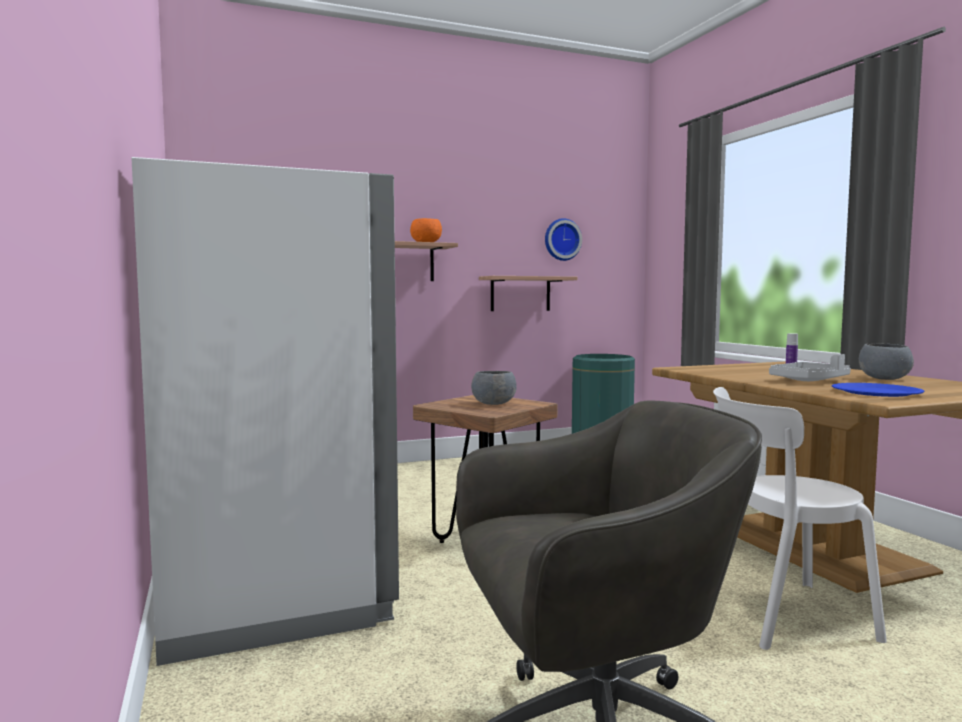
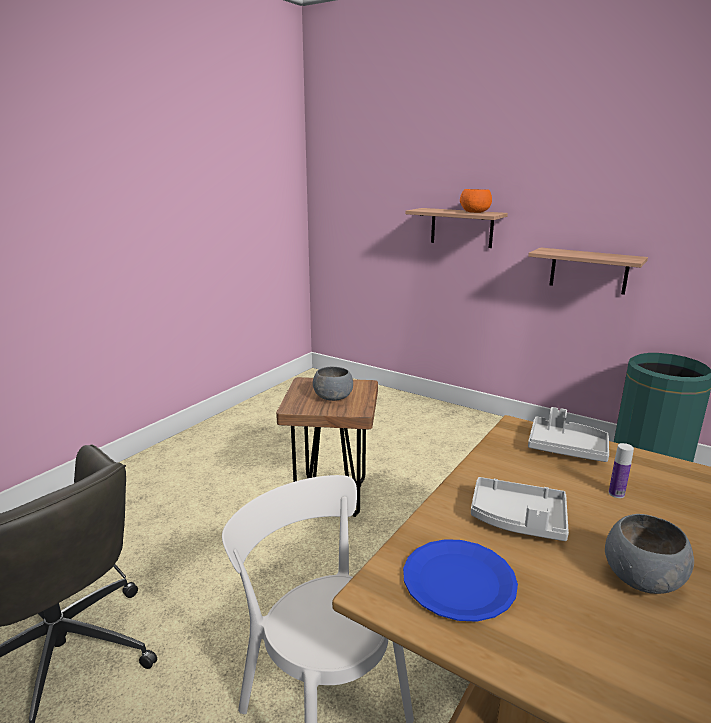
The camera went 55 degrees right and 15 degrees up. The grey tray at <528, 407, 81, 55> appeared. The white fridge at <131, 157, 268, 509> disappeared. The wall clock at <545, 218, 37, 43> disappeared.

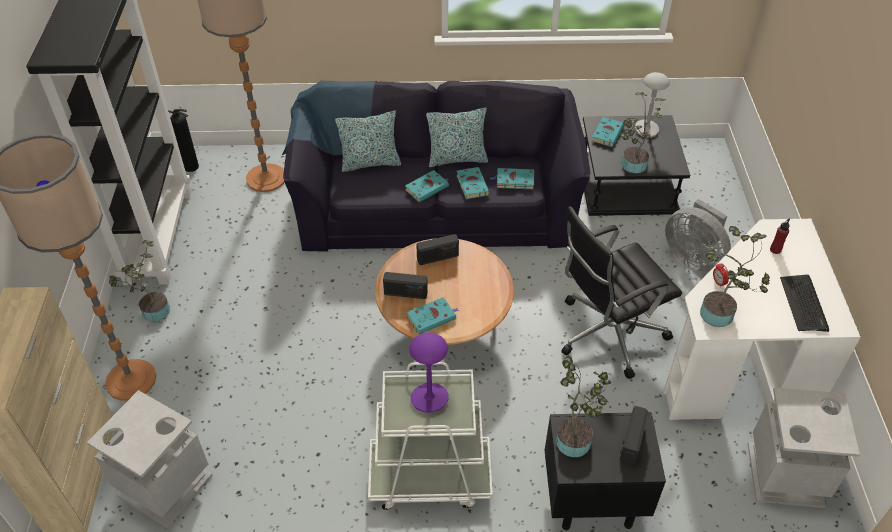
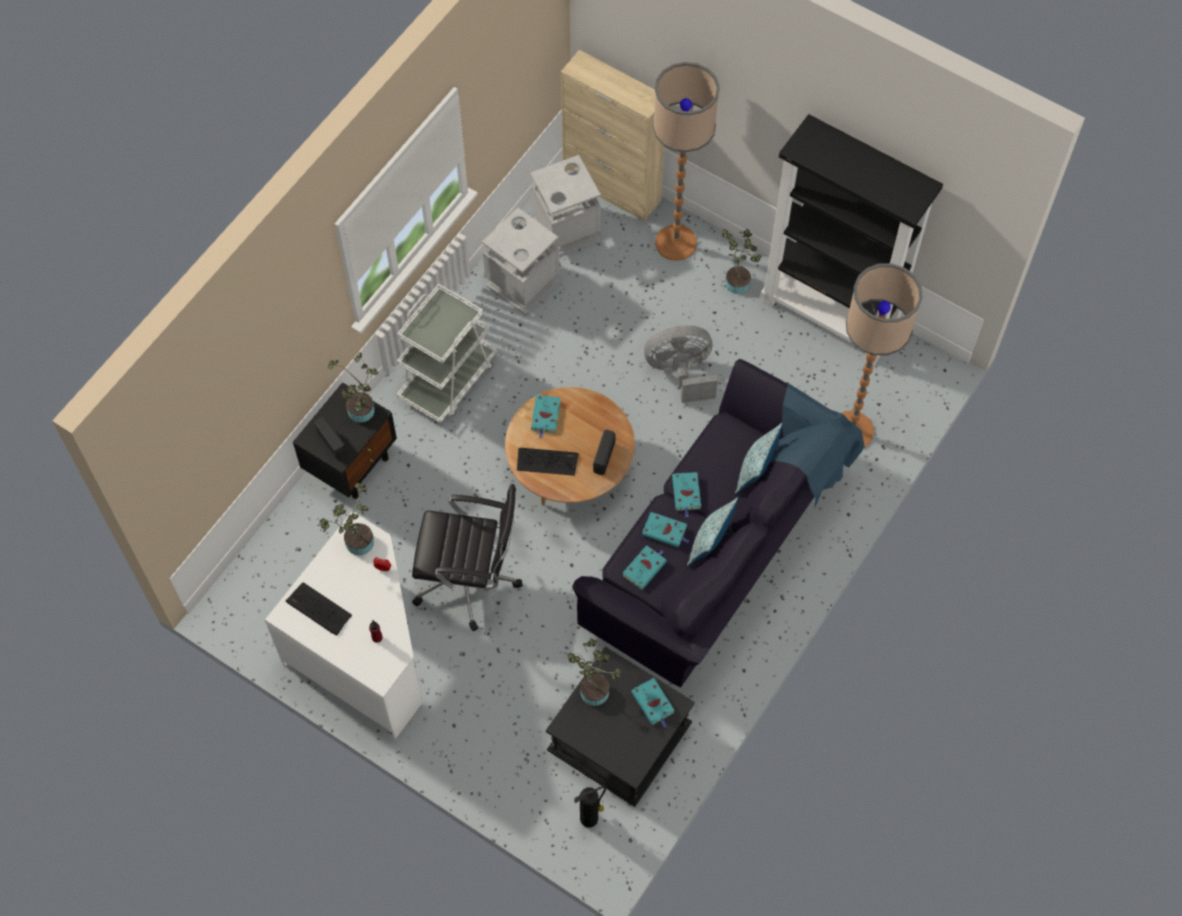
The camera went 125 degrees right and 15 degrees up. The black office chair at <561, 206, 121, 173> turned 90 degrees clockwise. The grey trash can moved from <748, 388, 112, 120> to <482, 208, 78, 107>. The keyboard at <517, 448, 62, 28> appeared. The fire extinguisher moved from <168, 107, 31, 65> to <574, 786, 32, 42>. The grey fan moved from <665, 199, 66, 73> to <644, 325, 74, 78>. The radio at <383, 272, 45, 27> disappeared. The purple table lamp at <409, 332, 40, 81> disappeared. The grey table lamp at <635, 72, 35, 66> disappeared.

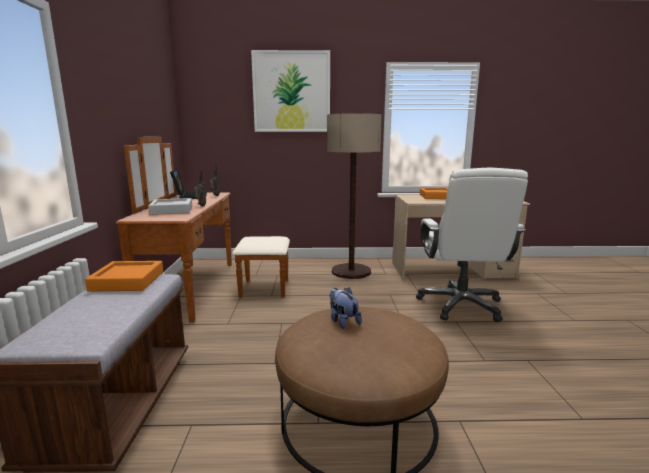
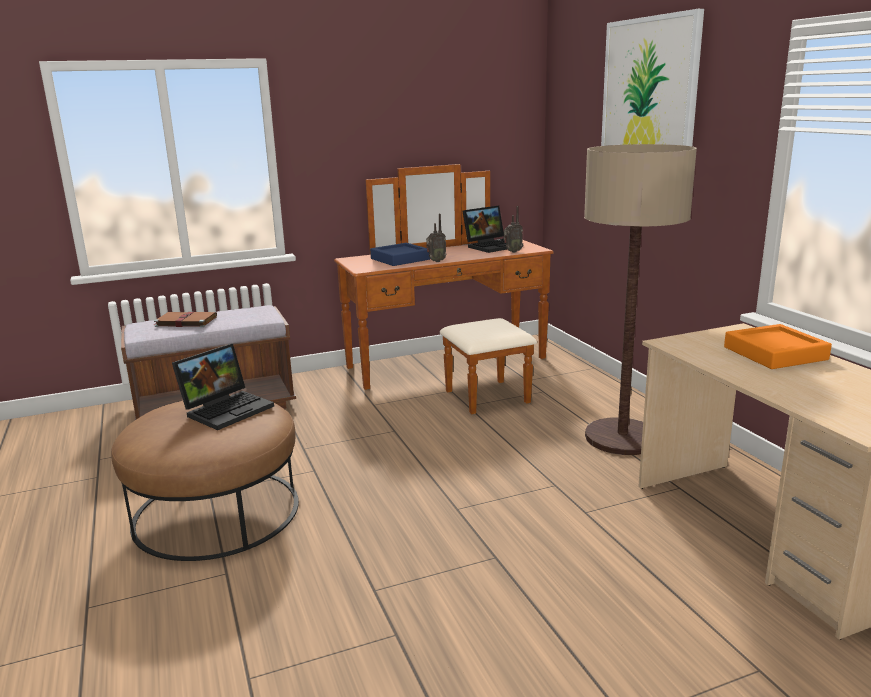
The camera went 70 degrees right and 5 degrees up. The brown book at <154, 312, 63, 15> appeared. The plush toy at <330, 287, 32, 42> was replaced by the laptop at <172, 343, 102, 87>. The grey tray at <148, 198, 44, 17> became the blue tray at <370, 243, 60, 23>. The orange tray at <85, 261, 78, 31> disappeared. The white office chair at <416, 168, 112, 154> disappeared.

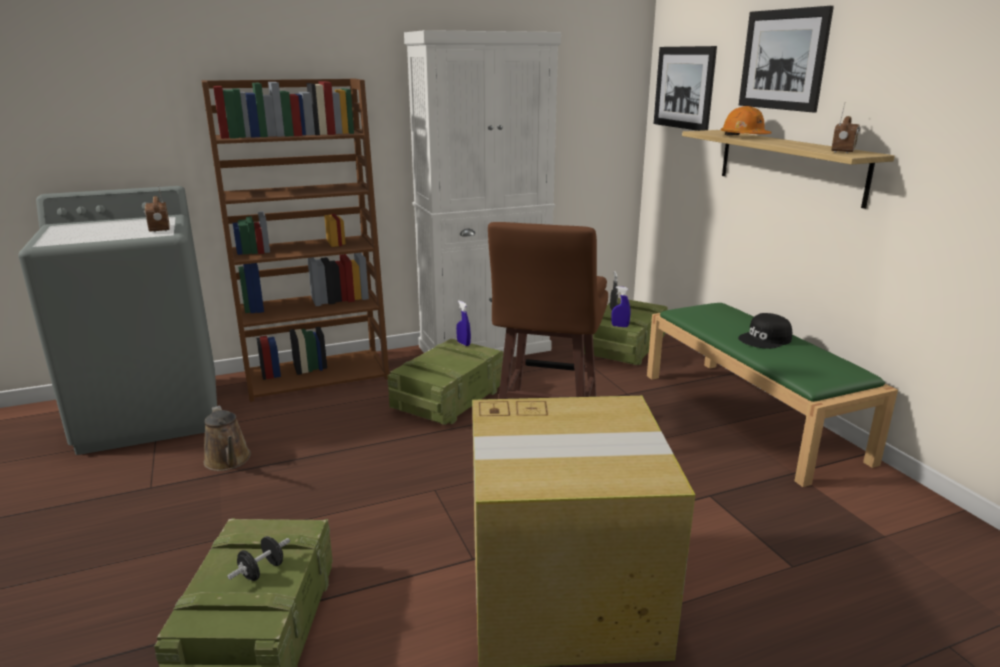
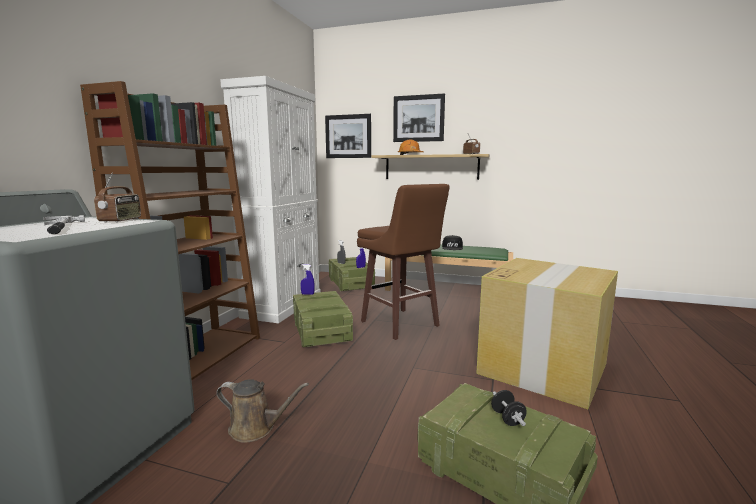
The camera went 50 degrees left and 10 degrees down. The hammer at <43, 215, 42, 19> appeared. The radio at <144, 185, 26, 47> turned 105 degrees counterclockwise.

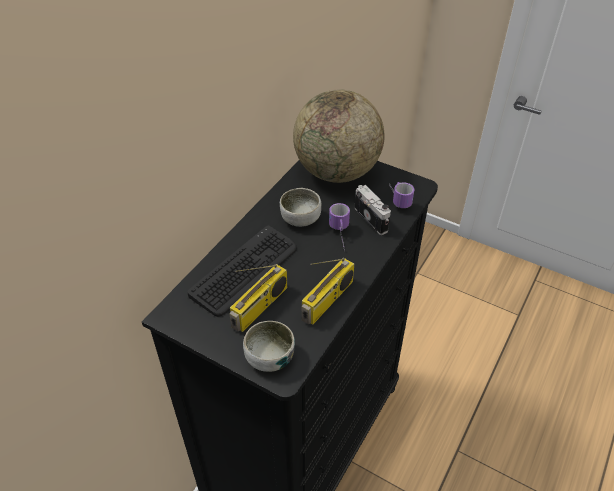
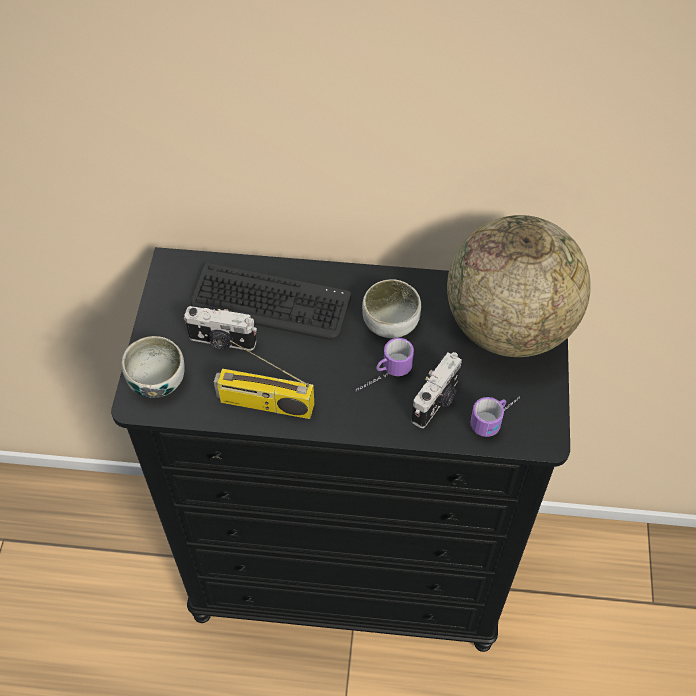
The camera went 65 degrees right and 10 degrees up. The radio at <229, 264, 58, 68> was replaced by the photo camera at <184, 306, 73, 45>.

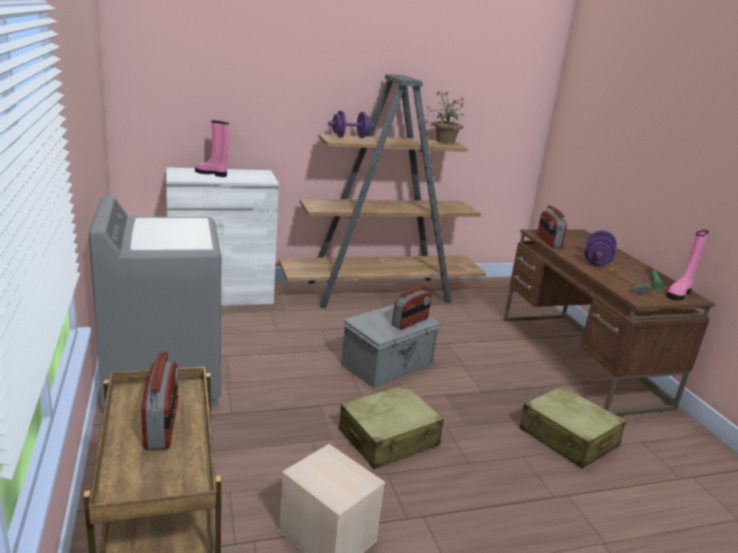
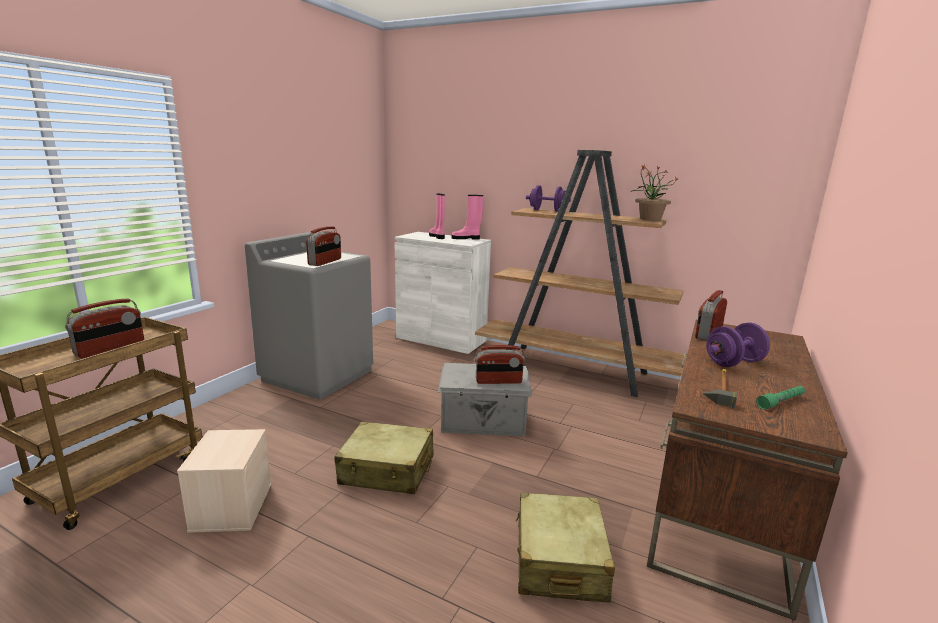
The camera went 45 degrees right and 5 degrees down. The radio at <306, 226, 35, 40> appeared. The pink boot moved from <667, 230, 42, 71> to <451, 195, 32, 45>.

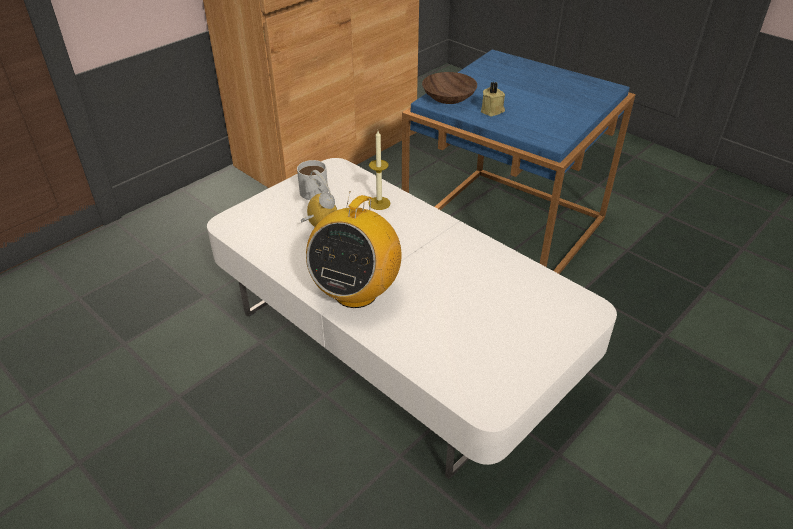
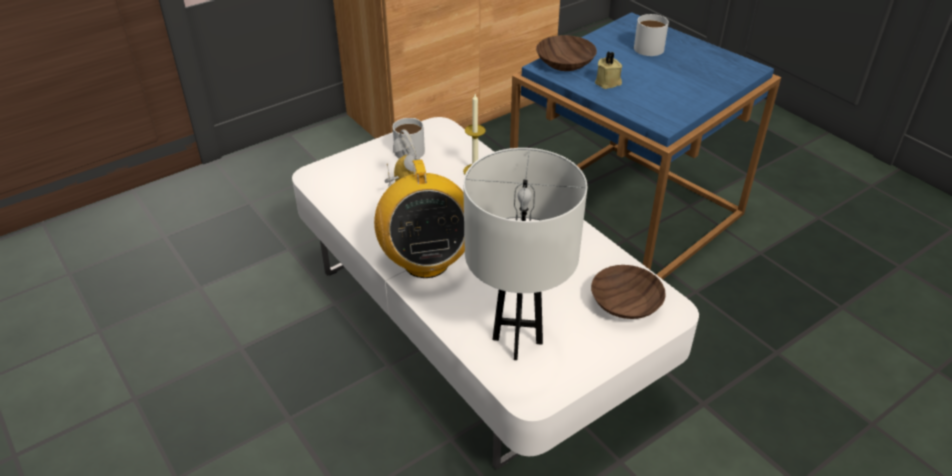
The camera went 10 degrees right and 0 degrees up. The radio at <306, 191, 96, 117> turned 45 degrees counterclockwise. The white table lamp at <463, 148, 124, 212> appeared. The brown bowl at <591, 265, 75, 54> appeared. The white mug at <634, 14, 35, 42> appeared.

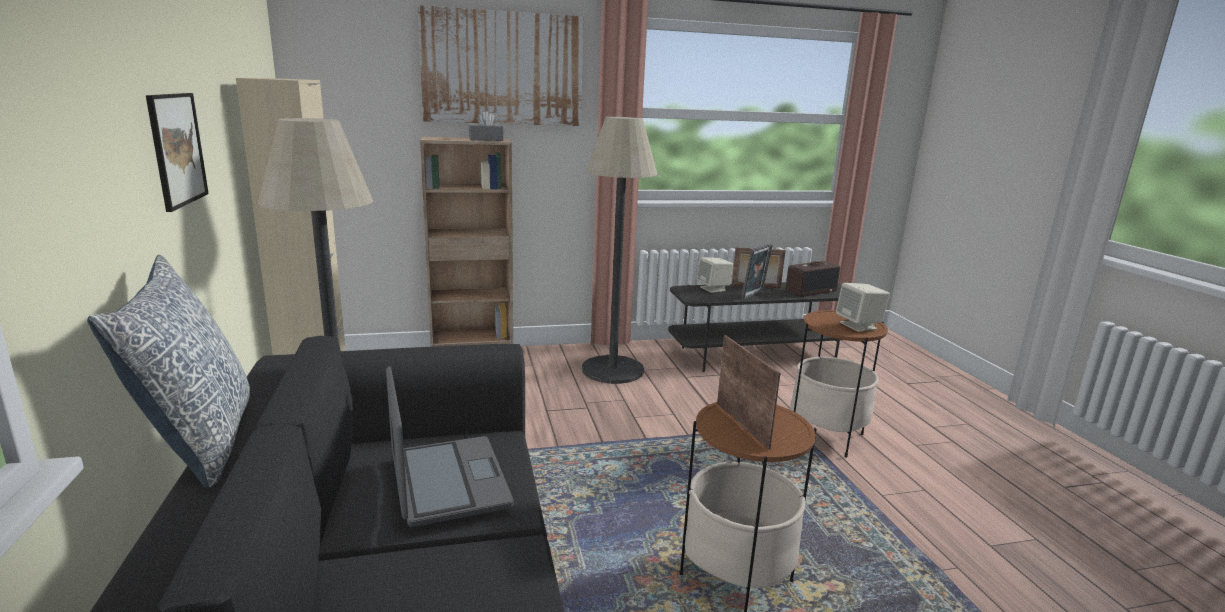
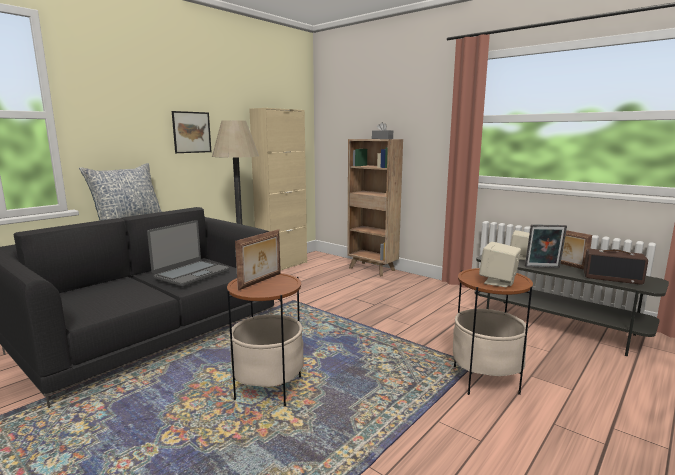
The camera went 55 degrees right and 5 degrees down. The picture at <417, 5, 167, 121> disappeared. The floor lamp at <582, 117, 76, 267> disappeared.

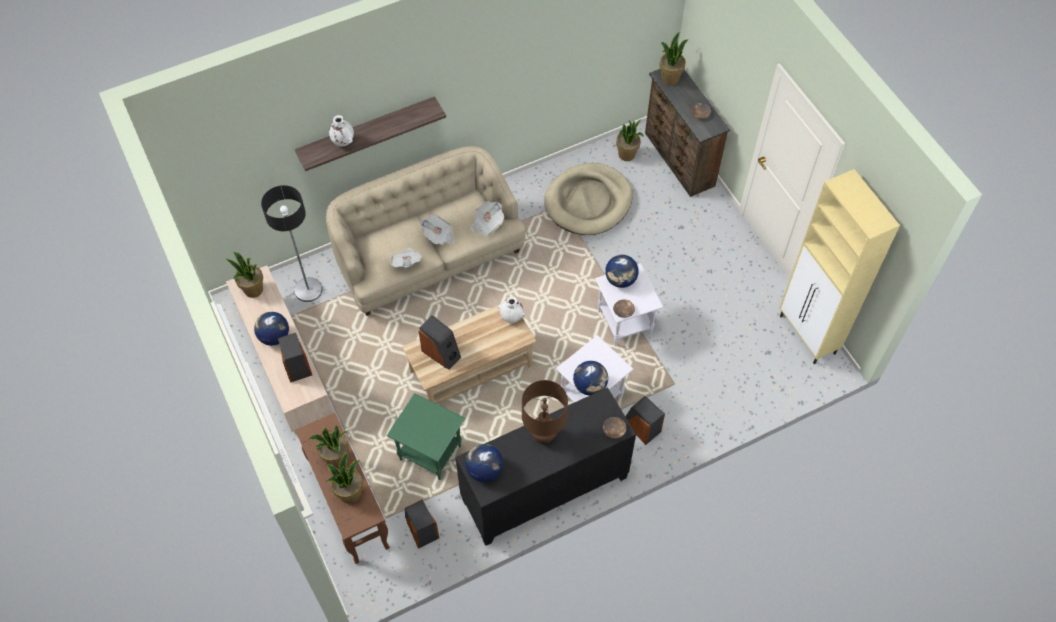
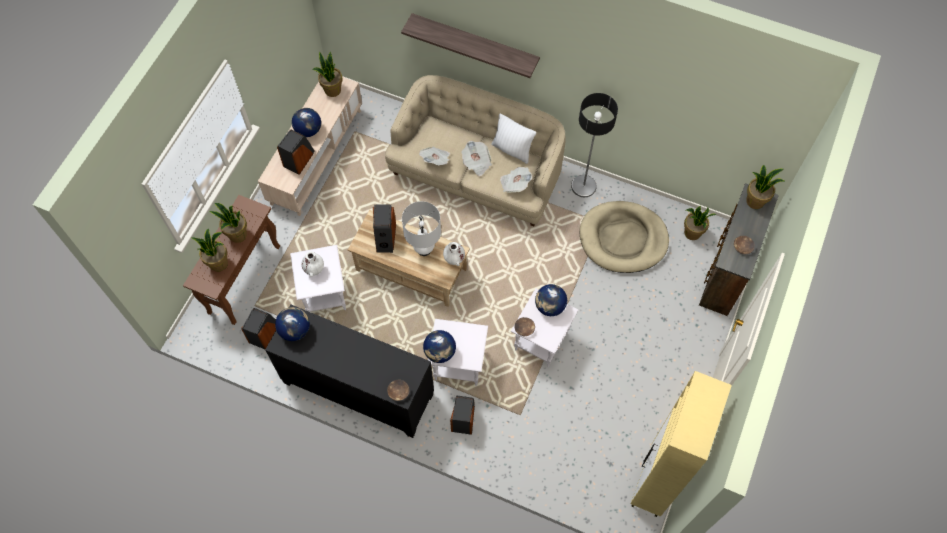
The camera went 50 degrees right and 5 degrees up. The green side table at <387, 393, 78, 87> became the white side table at <290, 245, 56, 67>. The white vase moved from <329, 115, 25, 31> to <301, 251, 23, 26>. The white table lamp at <402, 201, 39, 55> appeared. The white pillow at <491, 114, 45, 50> appeared. The floor lamp moved from <261, 185, 62, 117> to <571, 93, 47, 104>. The brown table lamp at <522, 380, 46, 64> disappeared.

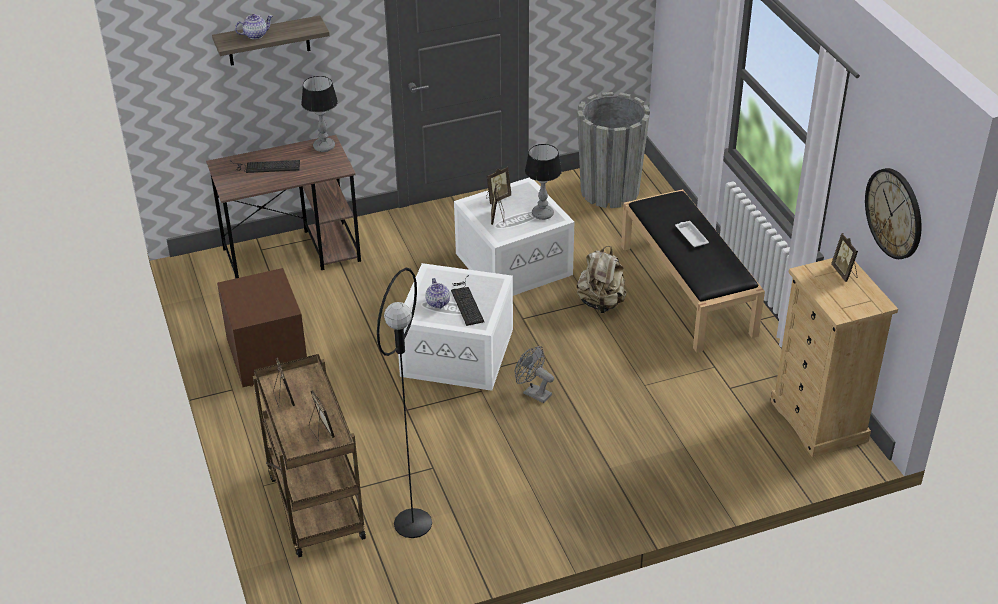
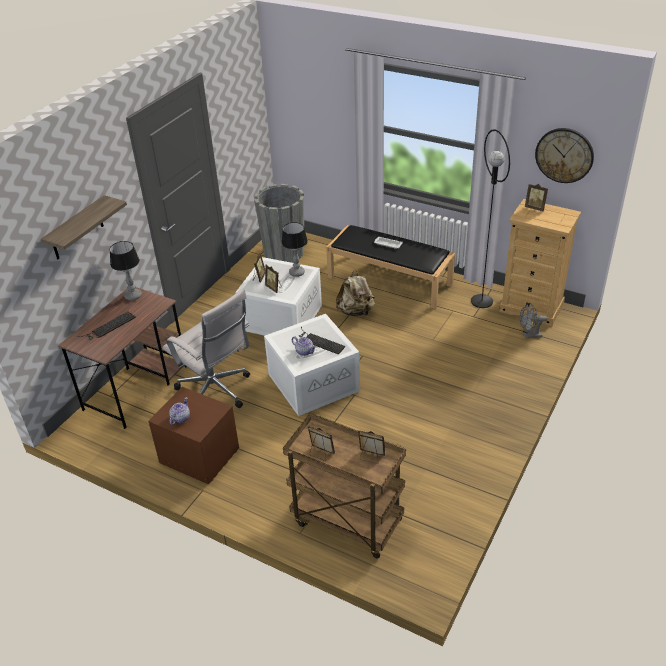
The camera went 40 degrees left and 0 degrees up. The white office chair at <163, 288, 87, 120> appeared. The teapot moved from <235, 14, 38, 25> to <169, 397, 21, 28>. The black floor lamp moved from <377, 268, 55, 270> to <471, 129, 39, 179>. The grey fan moved from <515, 346, 39, 57> to <520, 303, 27, 36>.

